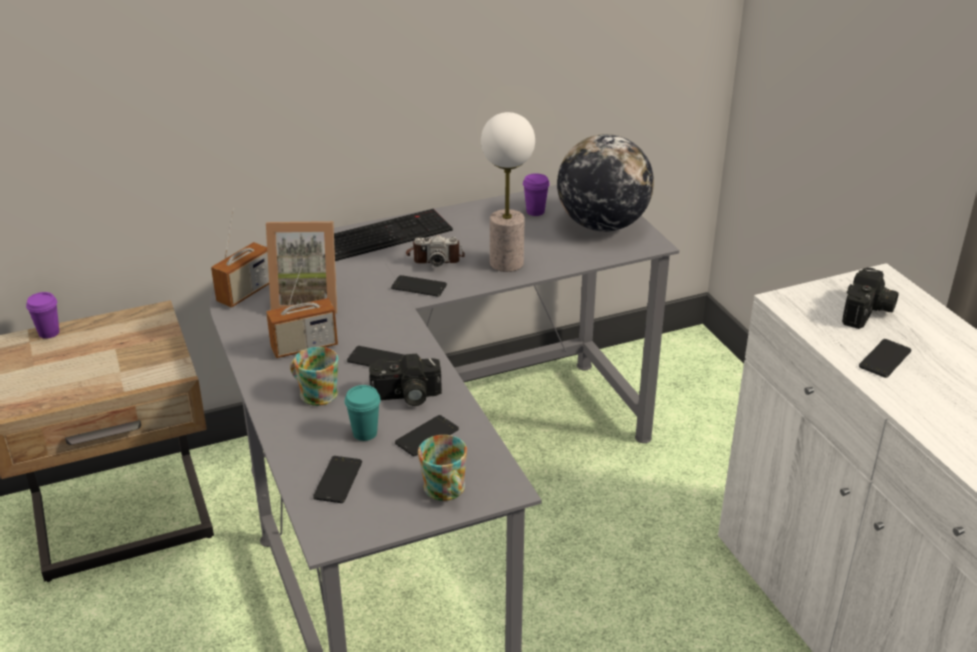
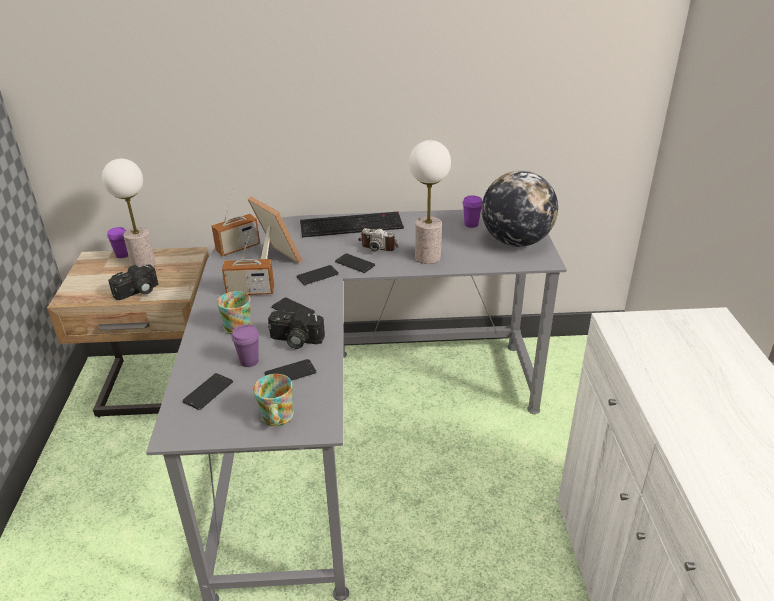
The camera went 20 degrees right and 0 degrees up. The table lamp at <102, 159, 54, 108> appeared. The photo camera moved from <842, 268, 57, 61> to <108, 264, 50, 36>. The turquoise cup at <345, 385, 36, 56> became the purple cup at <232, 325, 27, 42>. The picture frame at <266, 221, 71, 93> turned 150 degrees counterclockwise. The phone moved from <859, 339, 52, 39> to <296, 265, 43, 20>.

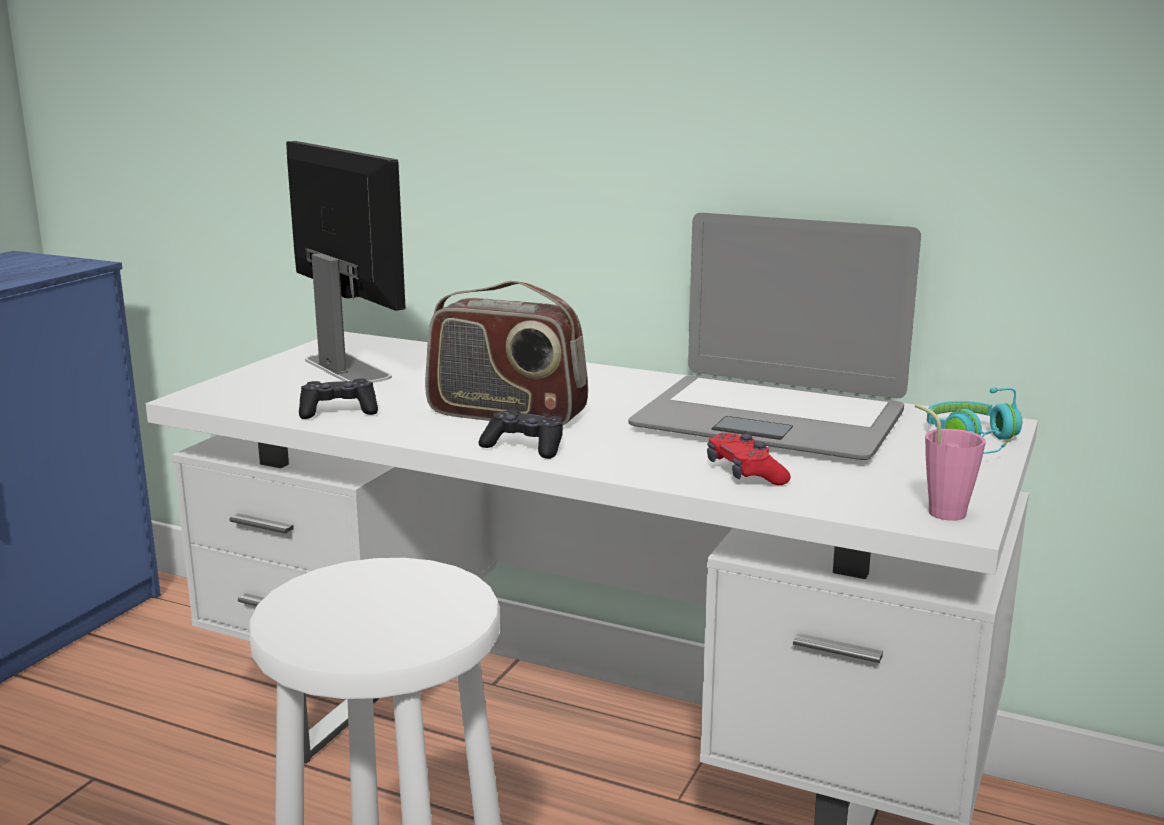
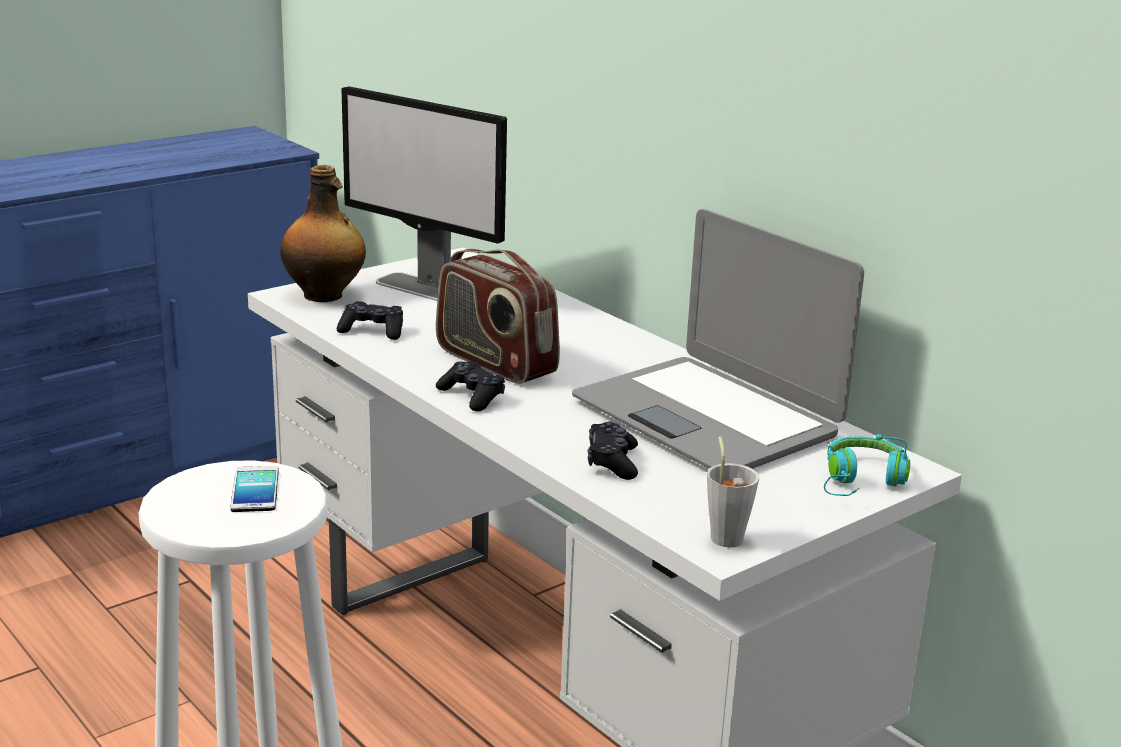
The camera went 25 degrees right and 5 degrees up. The phone at <231, 466, 48, 46> appeared. The bottle at <280, 165, 86, 137> appeared. The monitor at <286, 141, 119, 242> turned 135 degrees clockwise. The red game controller at <707, 433, 84, 52> became the black game controller at <588, 422, 50, 58>. The pink cup at <915, 404, 71, 117> became the grey cup at <707, 437, 52, 110>.

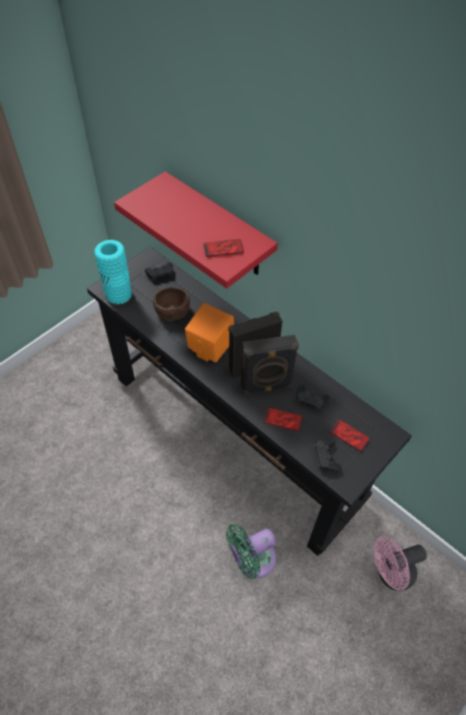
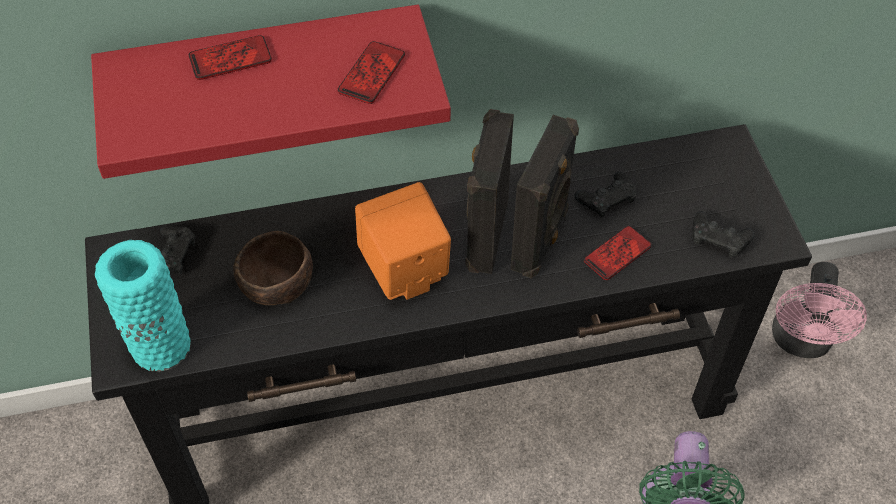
The camera went 55 degrees left and 0 degrees up. The phone moved from <330, 420, 40, 31> to <189, 35, 83, 45>.

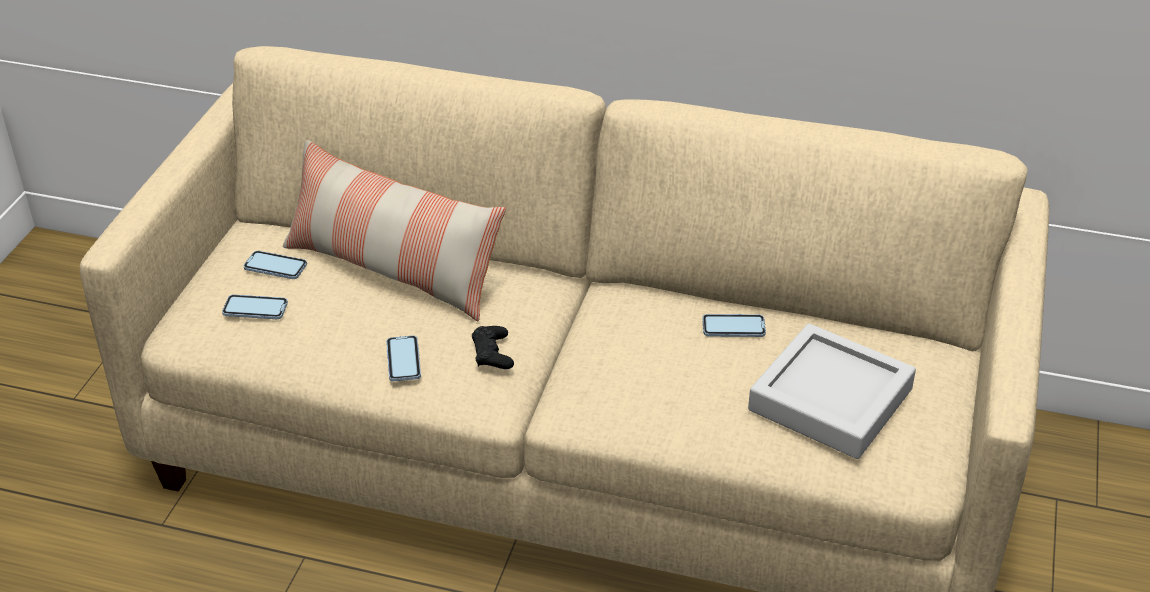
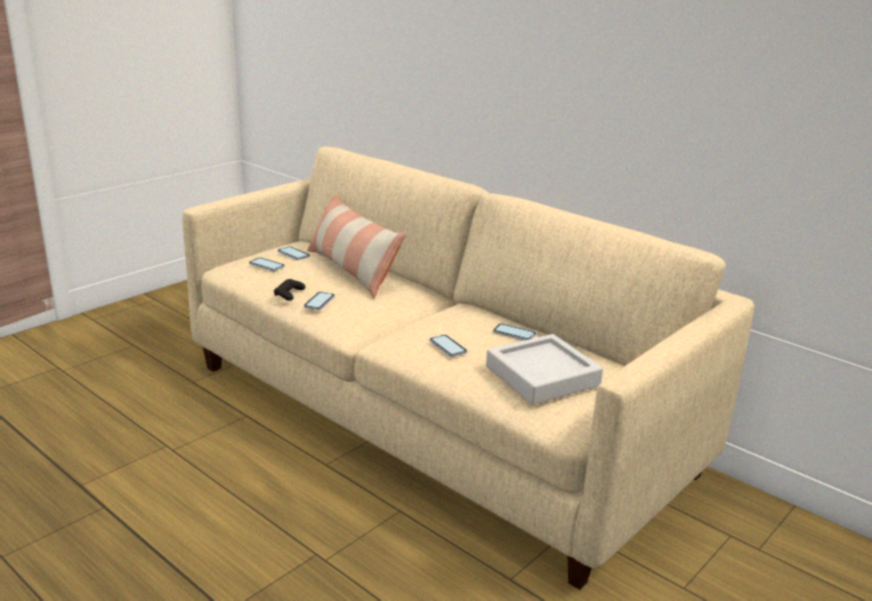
The camera went 25 degrees right and 15 degrees down. The black game controller moved from <472, 326, 42, 43> to <274, 279, 31, 22>. The phone at <429, 335, 38, 22> appeared.

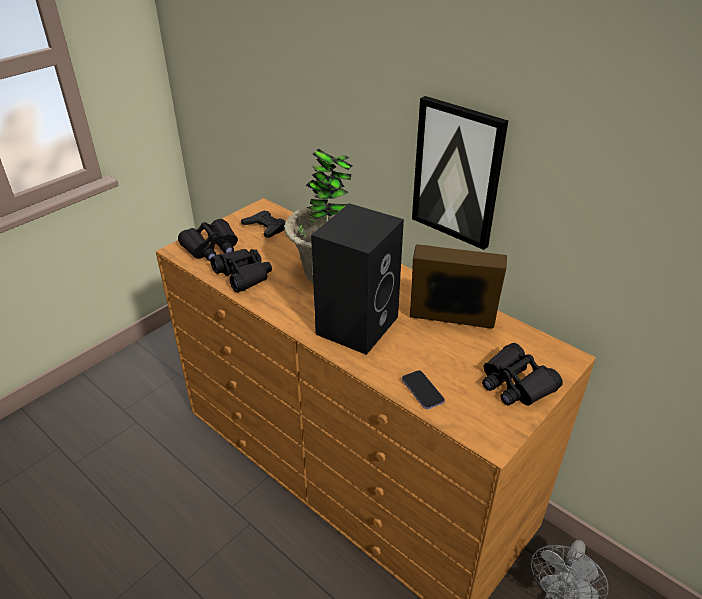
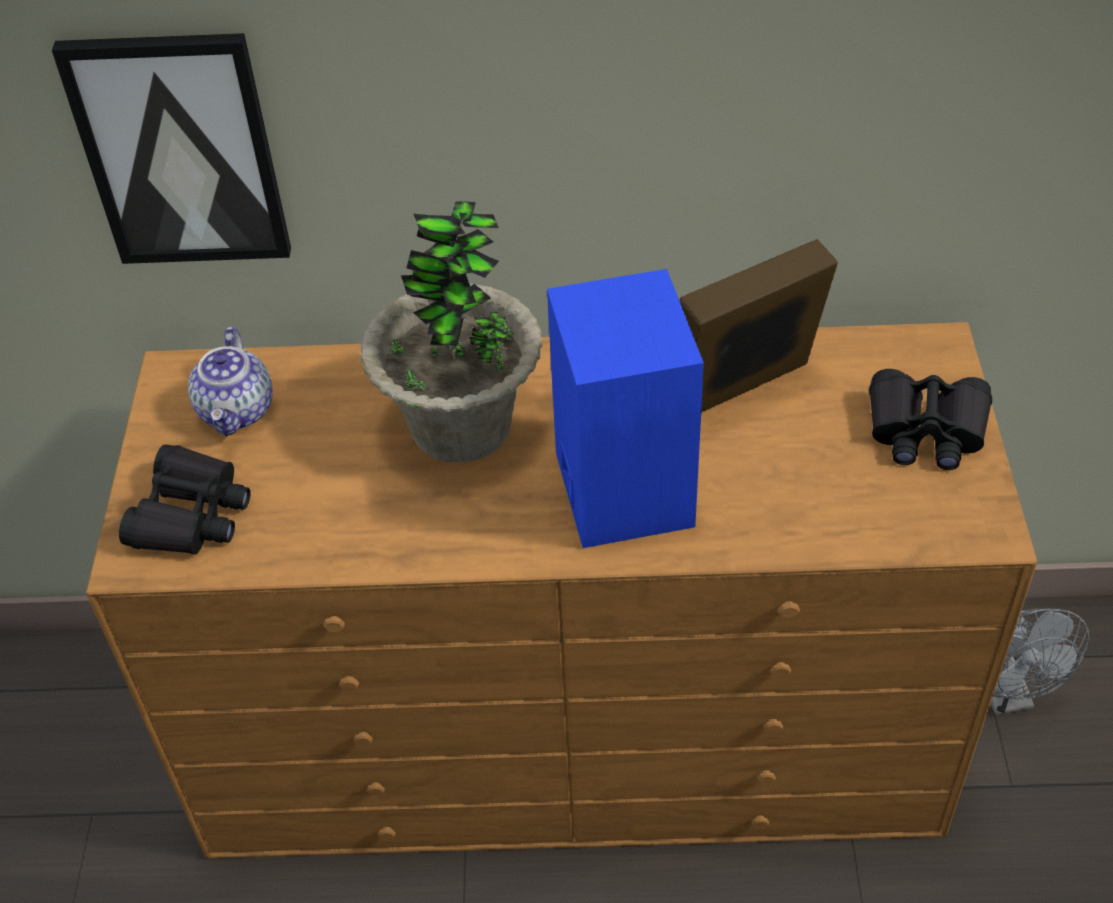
The camera went 40 degrees left and 10 degrees up. The picture moved from <412, 96, 97, 154> to <52, 33, 239, 231>. The black game controller at <241, 211, 44, 27> was replaced by the teapot at <188, 327, 85, 109>. The black speaker at <311, 203, 93, 152> became the blue speaker at <547, 269, 157, 279>. The black binoculars at <210, 249, 62, 43> disappeared. The phone at <402, 370, 43, 39> disappeared.

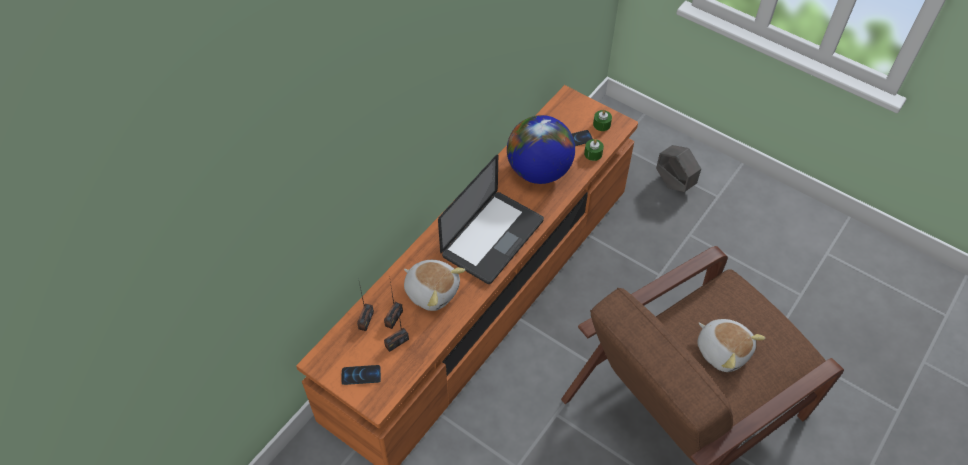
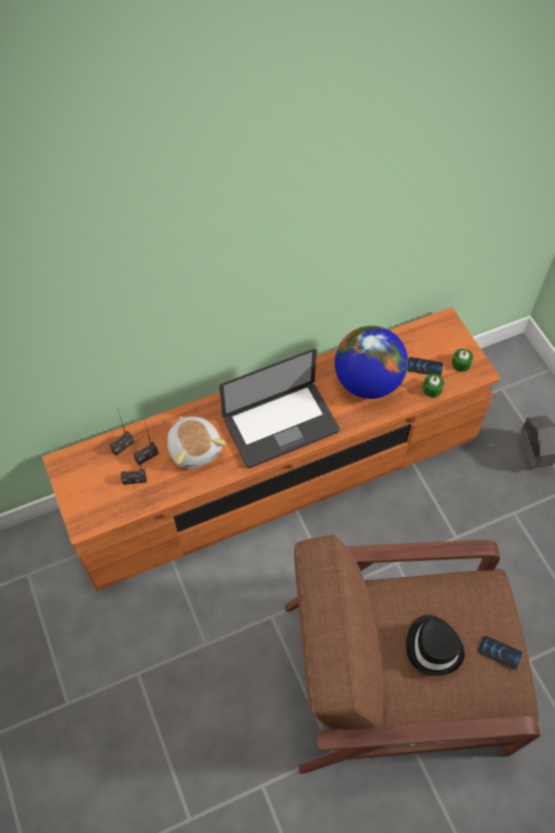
The camera went 30 degrees right and 5 degrees up. The plush toy at <697, 319, 68, 53> was replaced by the black hat at <406, 615, 59, 61>. The phone moved from <341, 365, 40, 20> to <479, 636, 43, 33>.

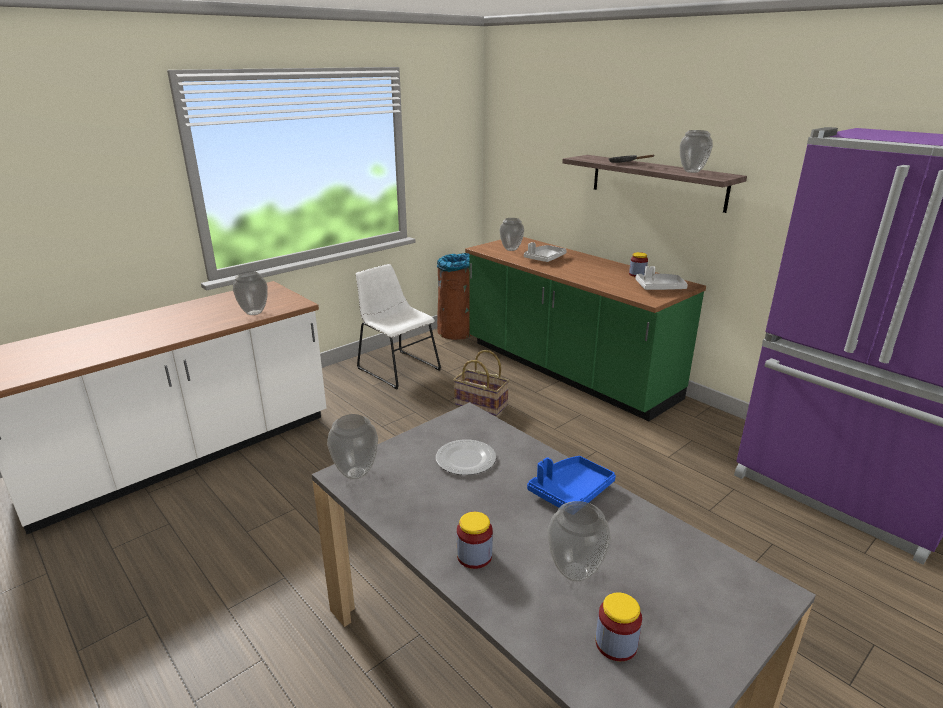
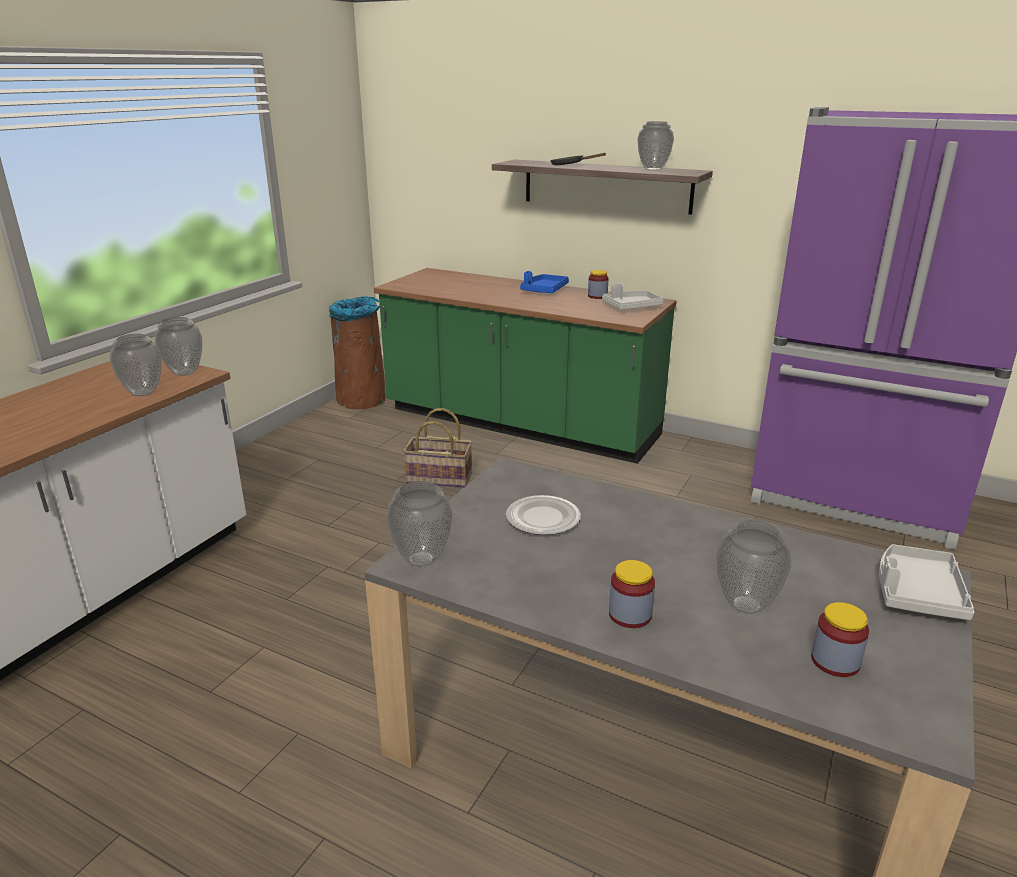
The camera went 20 degrees left and 0 degrees up. The vase moved from <499, 218, 25, 33> to <155, 317, 47, 59>. The blue tray moved from <527, 456, 89, 52> to <520, 271, 49, 22>. The grey tray moved from <524, 242, 43, 20> to <879, 544, 95, 76>. The white chair at <356, 264, 85, 125> disappeared.

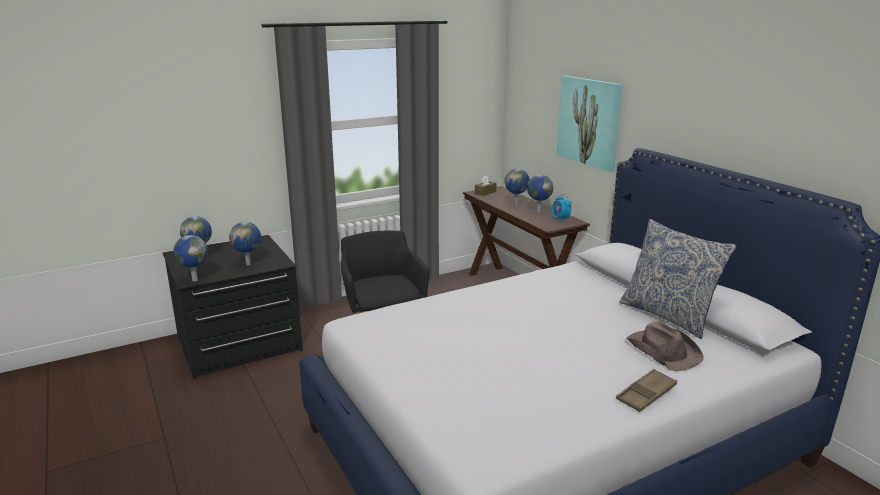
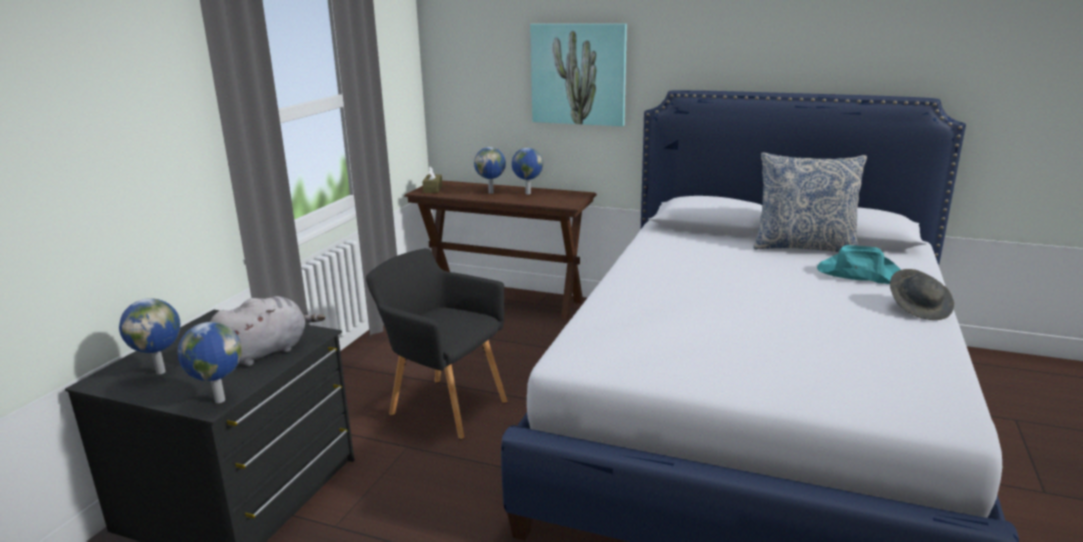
The camera went 40 degrees left and 0 degrees up. The globe at <229, 222, 32, 44> was replaced by the grey plush toy at <210, 296, 115, 70>. The brown hat at <627, 321, 76, 50> became the turquoise hat at <817, 245, 84, 39>. The brown tray at <616, 369, 61, 43> was replaced by the grey hat at <890, 269, 64, 51>. The alarm clock at <552, 194, 20, 28> disappeared.

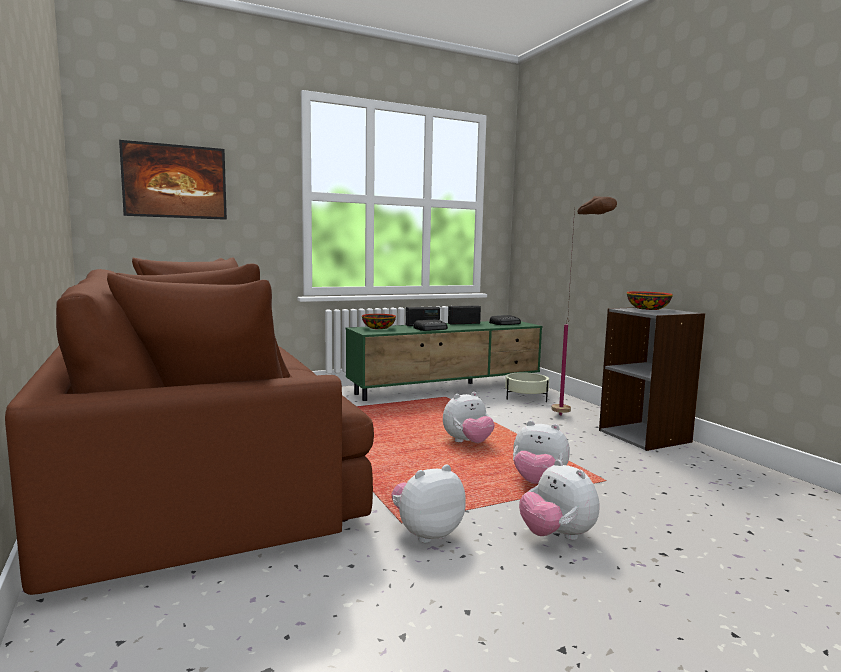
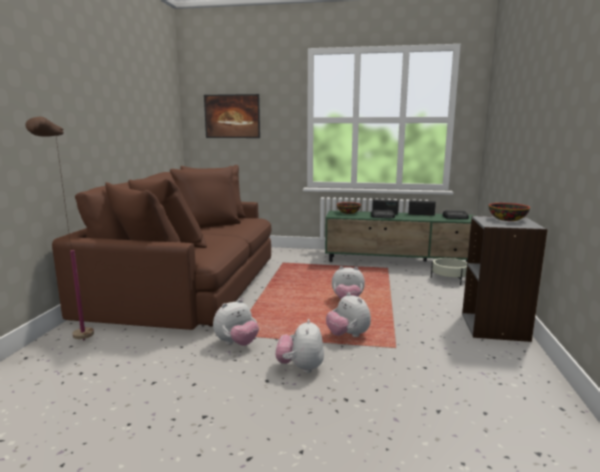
The camera went 35 degrees right and 5 degrees up. The brown floor lamp moved from <551, 196, 66, 220> to <25, 117, 69, 223>. The plush toy at <391, 465, 75, 78> turned 135 degrees clockwise.

